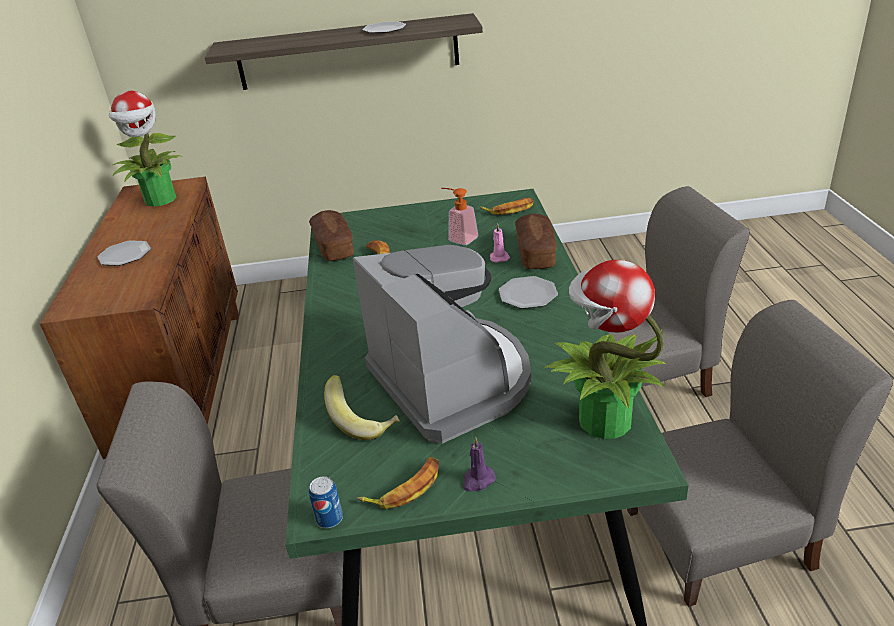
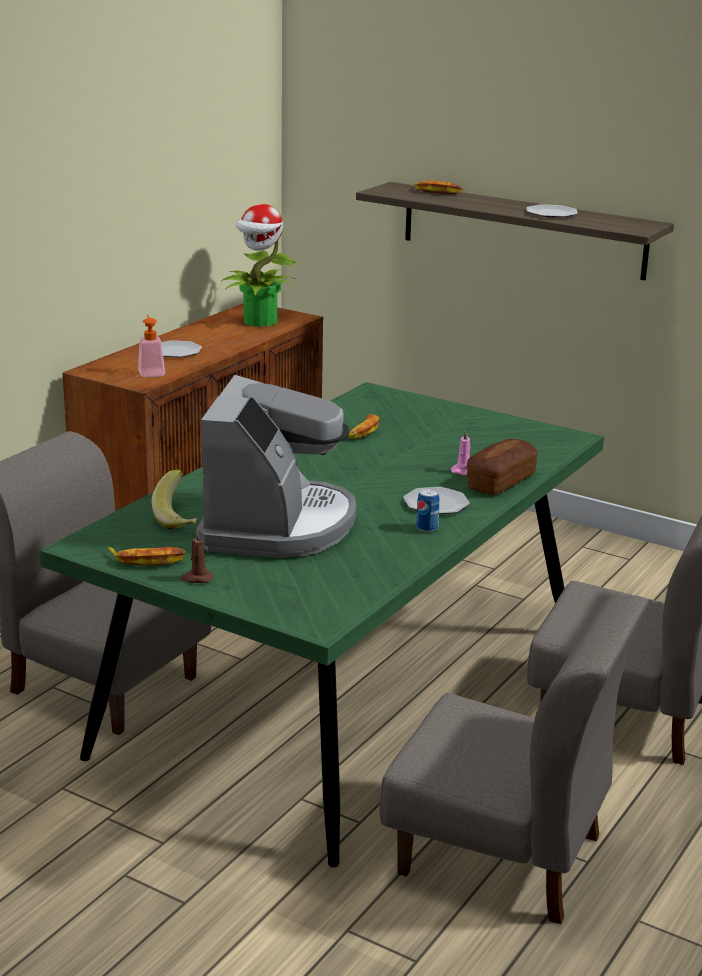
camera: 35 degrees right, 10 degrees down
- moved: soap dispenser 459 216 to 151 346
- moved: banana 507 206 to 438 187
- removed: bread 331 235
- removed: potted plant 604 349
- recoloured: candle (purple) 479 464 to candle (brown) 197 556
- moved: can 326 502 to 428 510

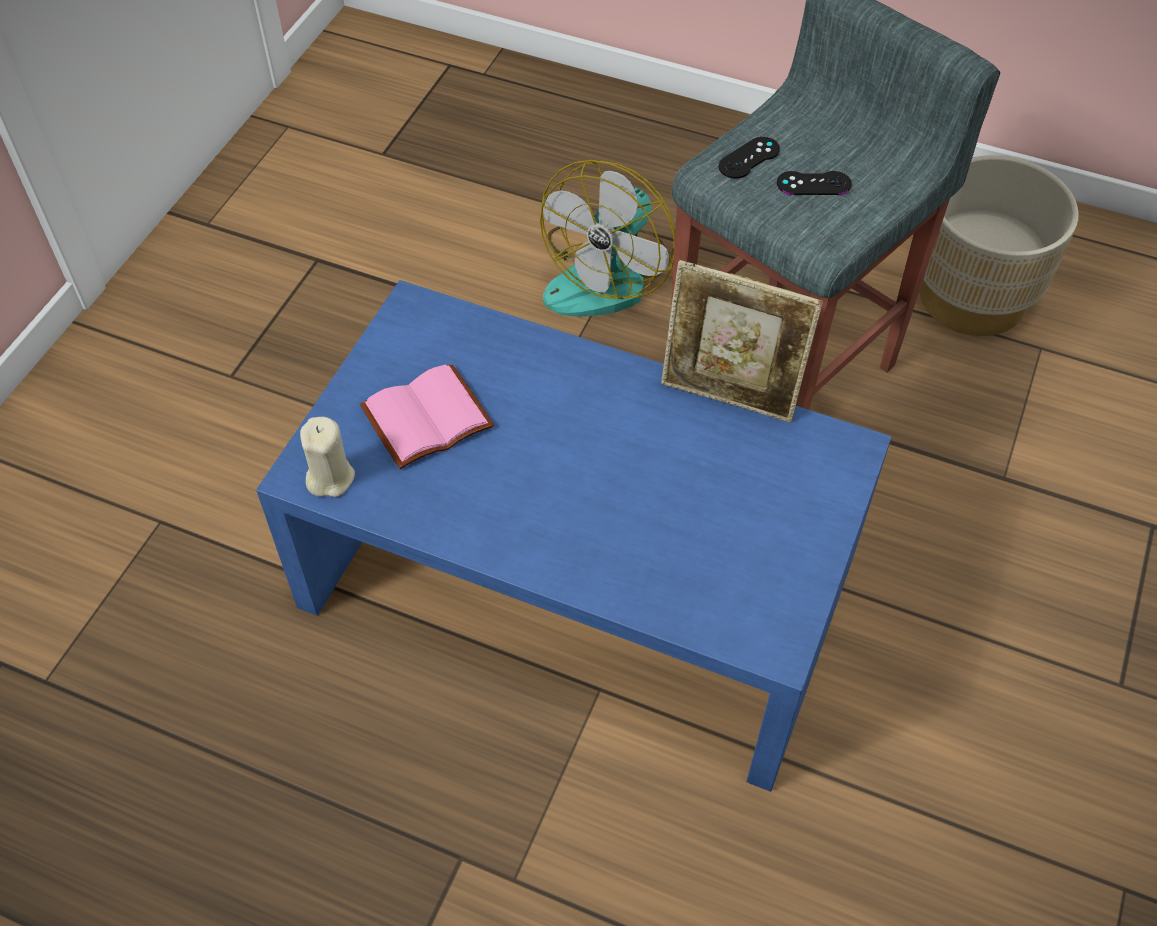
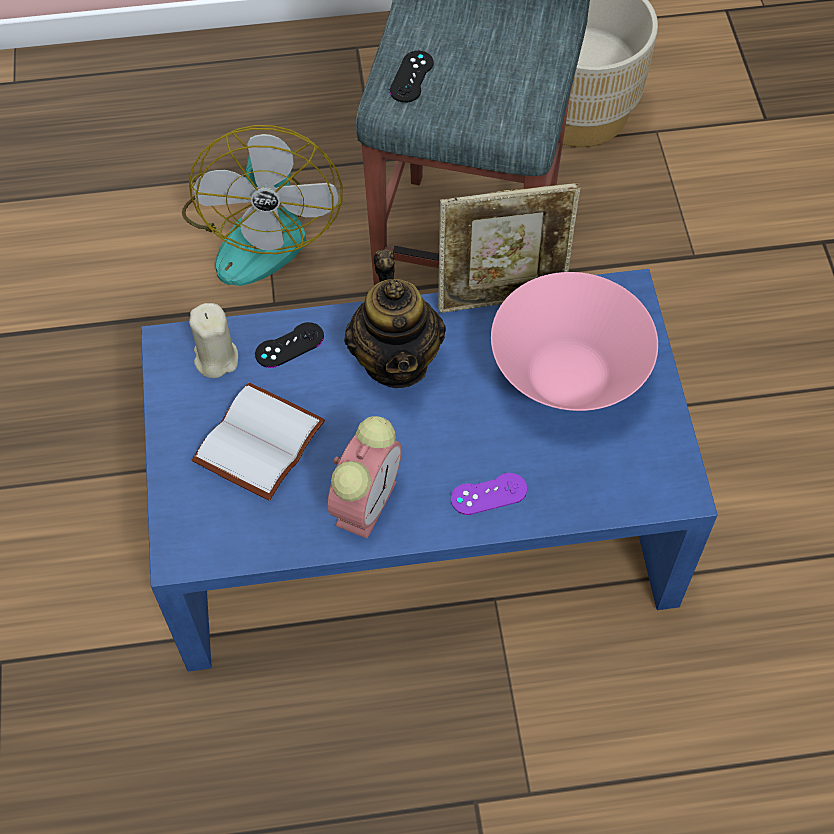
camera: 30 degrees left, 5 degrees up
- moved: game controller (black) 814 183 to 289 345
- recoloured: book (pink) 427 416 to book (white) 258 442
- moved: candle (beige) 327 457 to 213 340
- added: teapot 395 318
- added: bowl (pink) 574 341
- added: alarm clock 365 477
- added: game controller (purple) 489 494

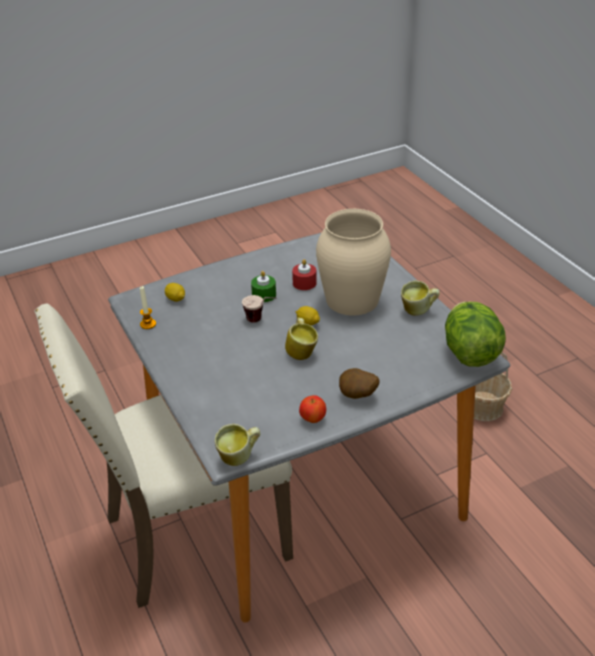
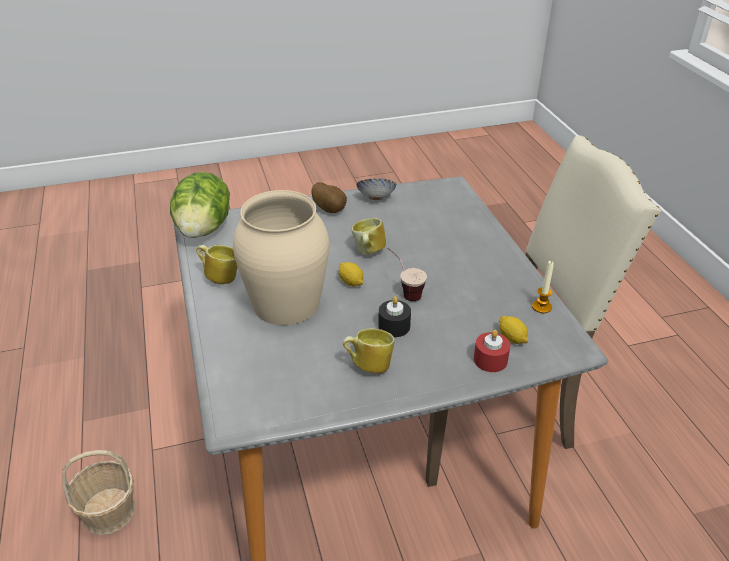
camera: 170 degrees left, 0 degrees up
- moved: candle (red) 304 274 to 492 351
- recoloured: candle (green) 263 286 to candle (black) 394 316
- replaced: apple 312 409 to bowl 376 189
- moved: mug 237 445 to 369 351

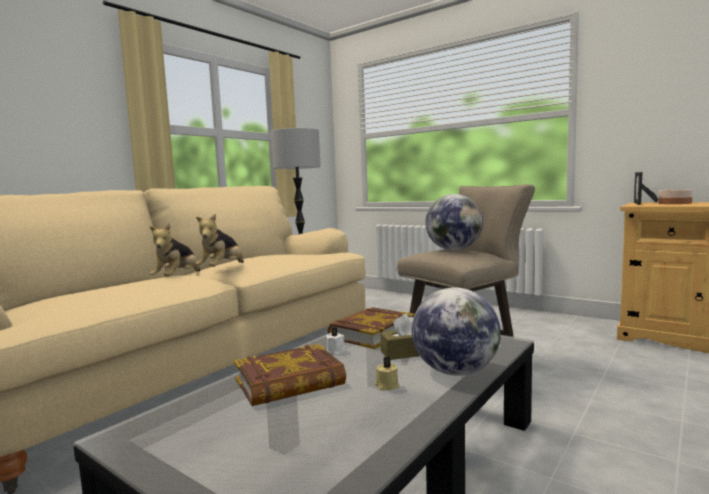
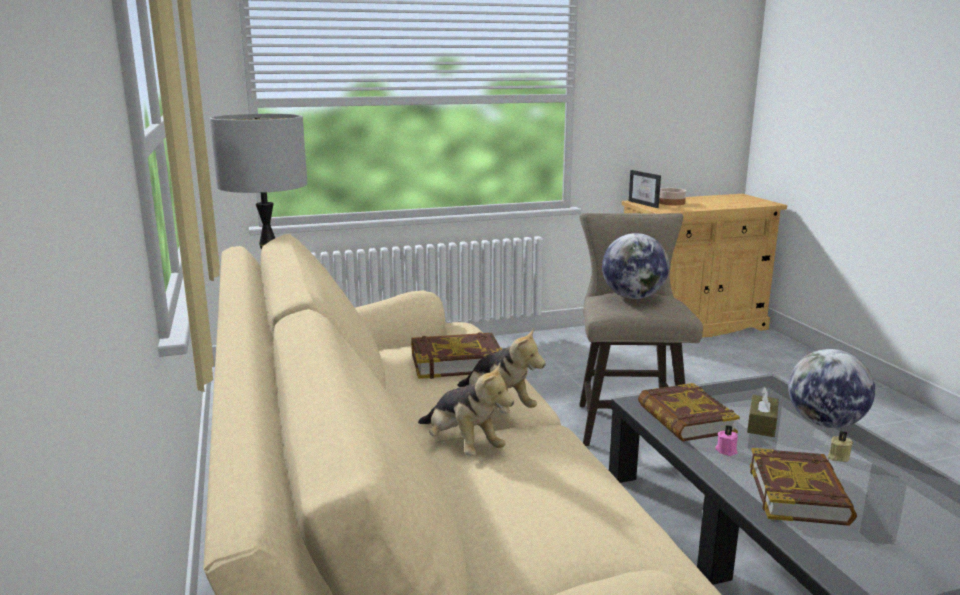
camera: 55 degrees left, 10 degrees up
- recoloured: candle (white) 336 341 to candle (pink) 726 440
- added: book 456 355

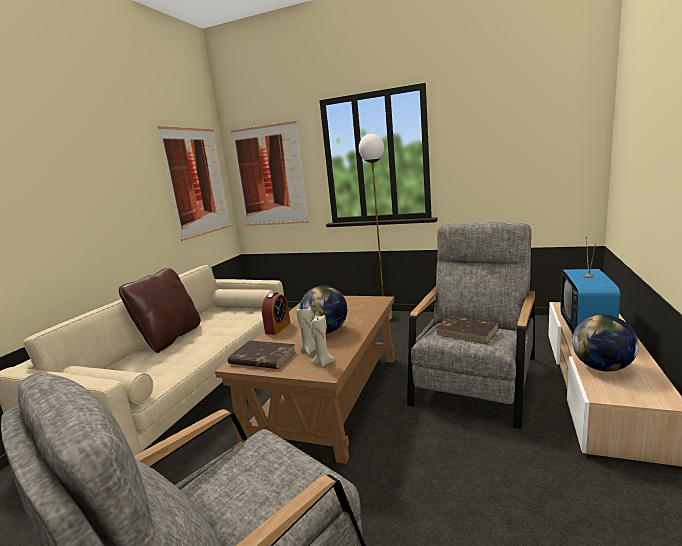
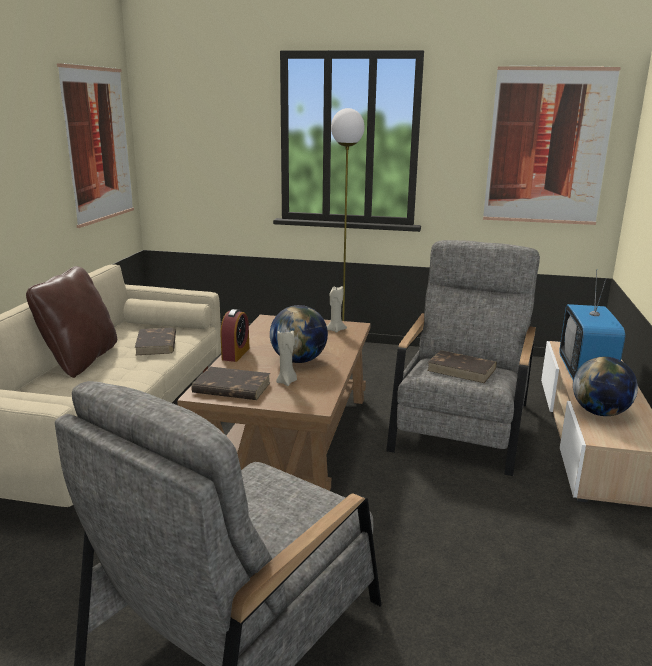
camera: 10 degrees left, 5 degrees up
- moved: picture 270 173 to 552 146
- moved: candle (beige) 323 341 to 337 309
- added: book (brown) 155 341

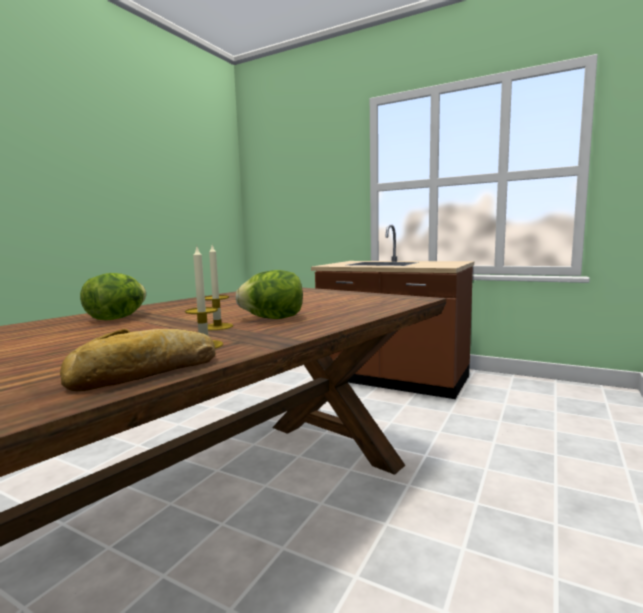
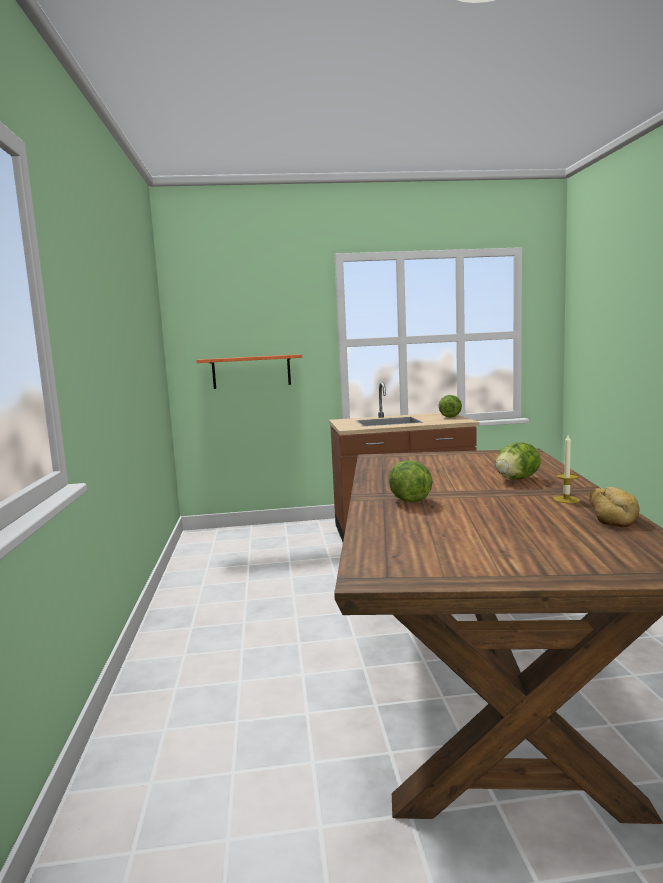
camera: 35 degrees left, 0 degrees up
- removed: candle 219 287
- added: shelf (orange) 249 371
- added: lettuce 450 406

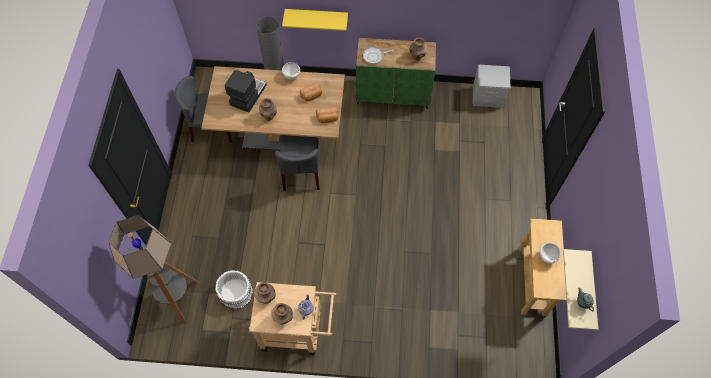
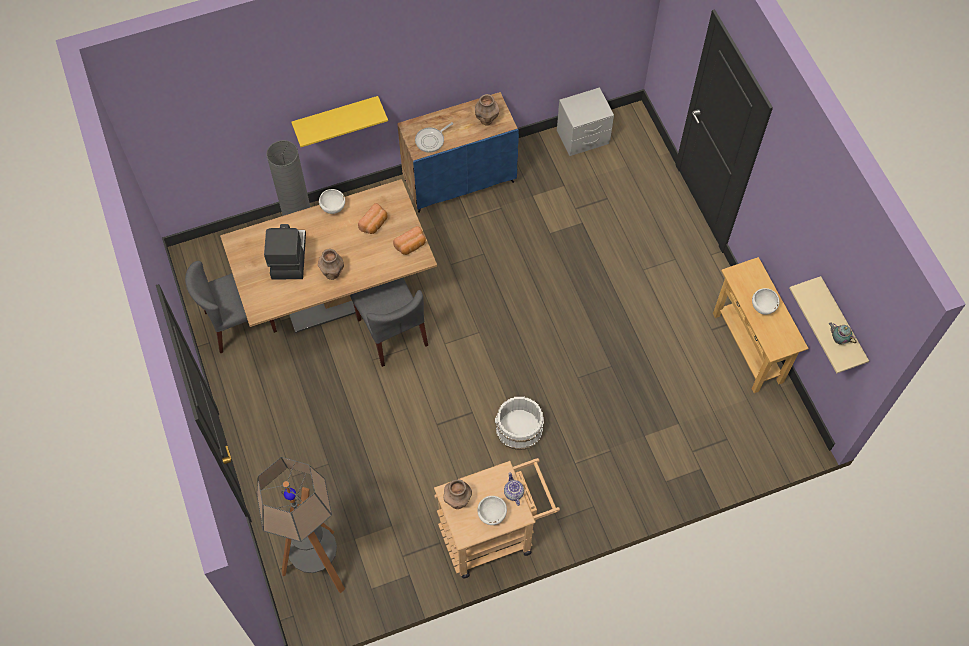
camera: 25 degrees left, 0 degrees up
- recoloured: cabinet (green) 396 73 to cabinet (blue) 458 152
- moved: bucket (white) 234 289 to 519 423
- replaced: vase (brown) 282 314 to bowl (white) 492 510

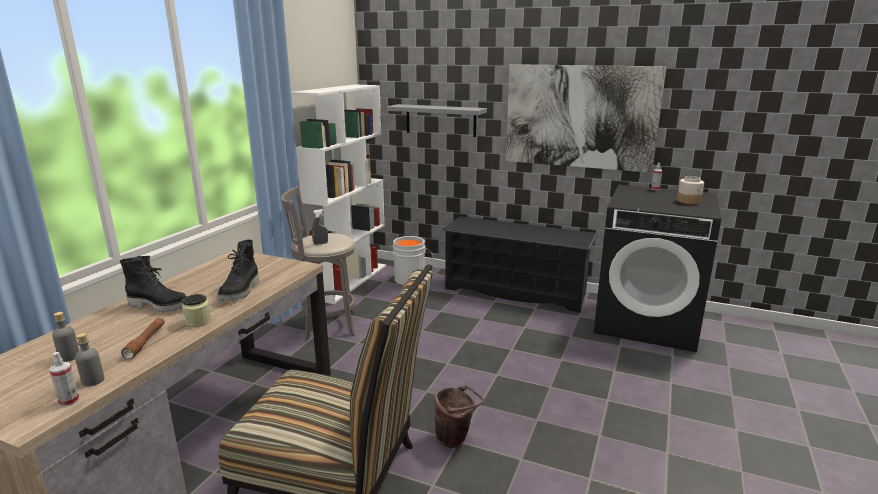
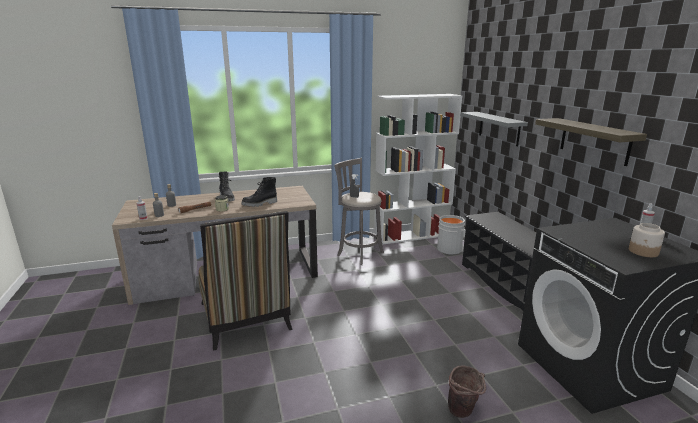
camera: 50 degrees right, 0 degrees up
- replaced: picture 586 118 to shelf 591 142
- moved: bucket (brown) 459 416 to 467 392

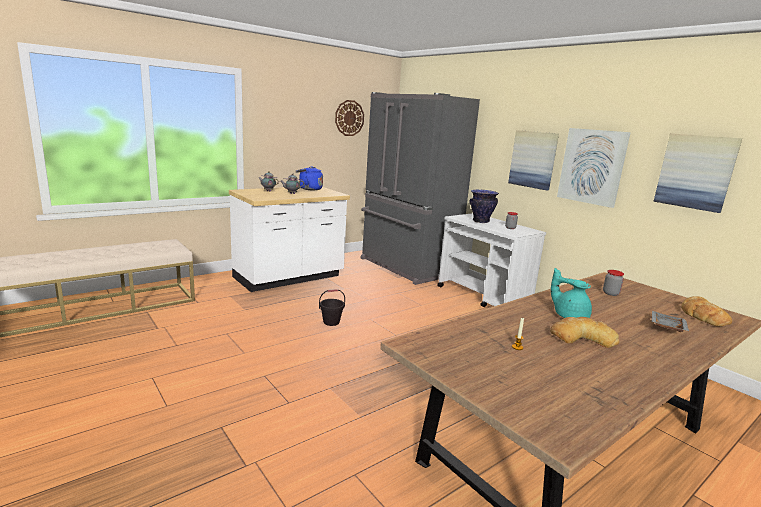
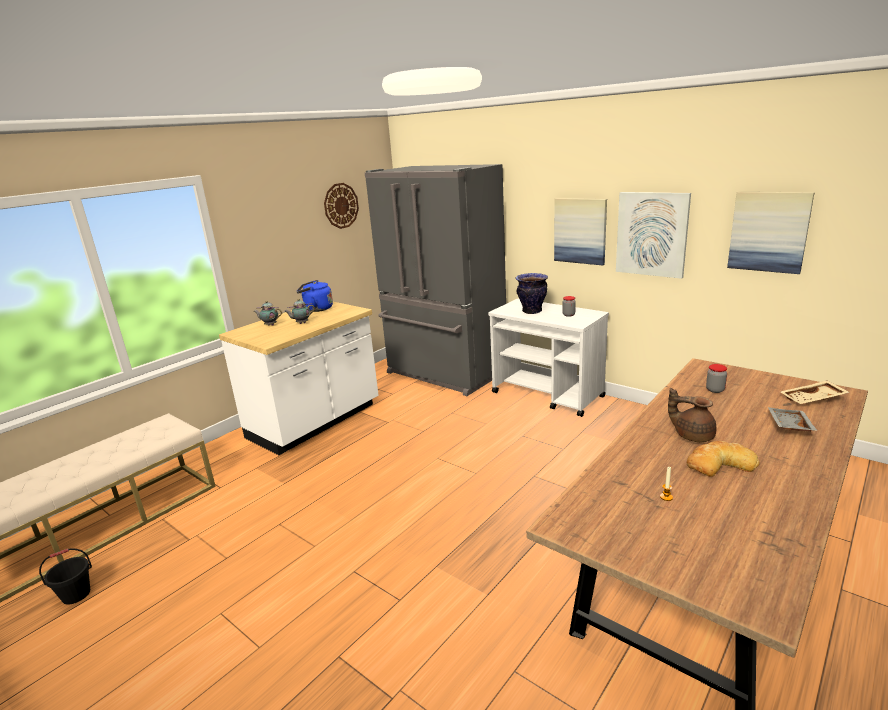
camera: 10 degrees left, 5 degrees up
- recoloured: teapot (turquoise) 571 293 to teapot (brown) 692 415
- moved: bucket (black) 332 307 to 65 576
- replaced: bread 706 311 to tray (beige) 815 392

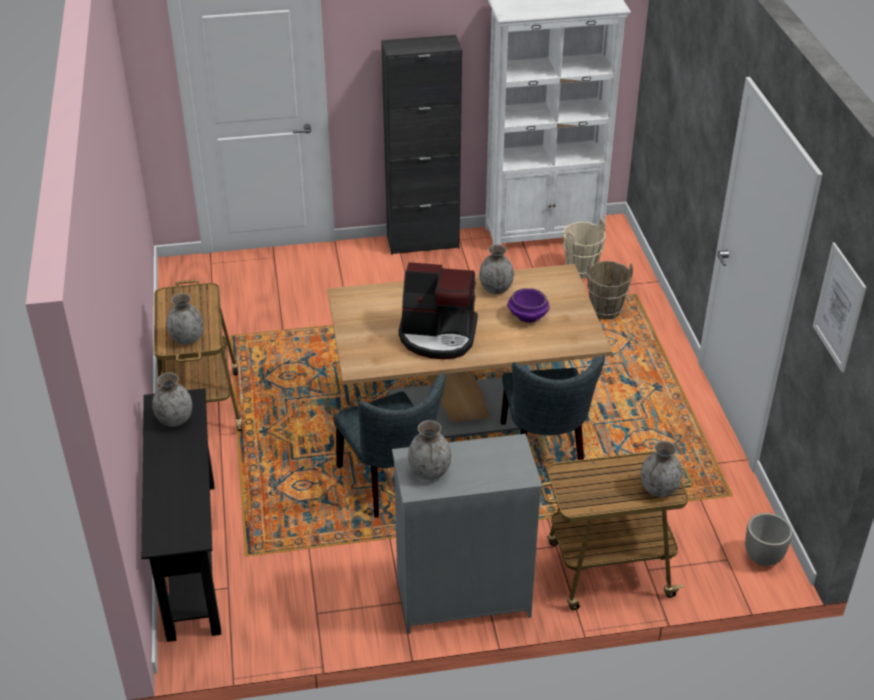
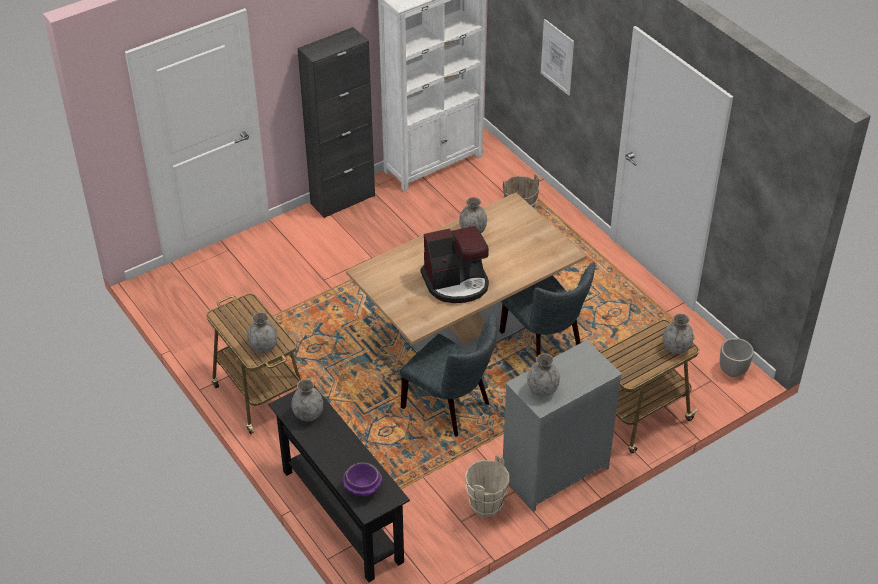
camera: 25 degrees left, 5 degrees up
- moved: bucket (beige) 584 249 to 487 486
- moved: picture 839 307 to 557 57
- moved: bowl (purple) 528 305 to 362 479

